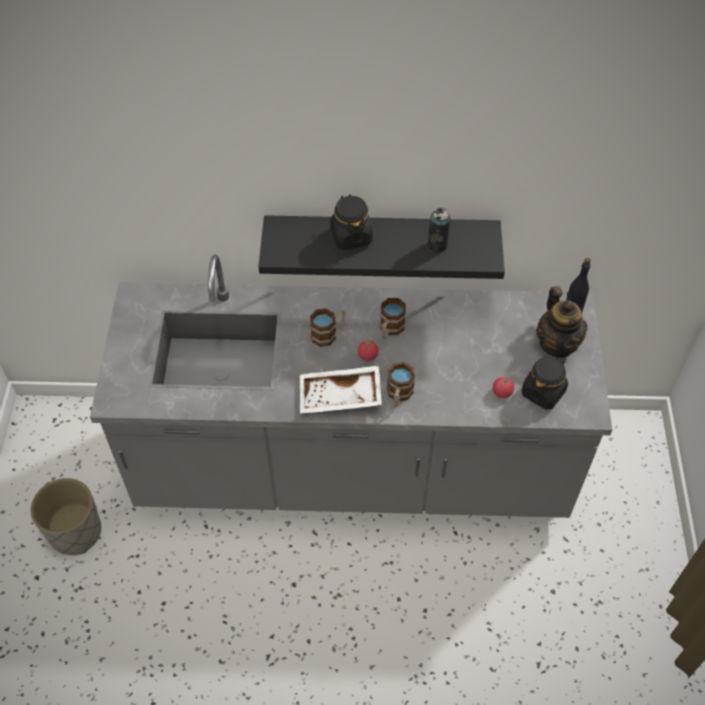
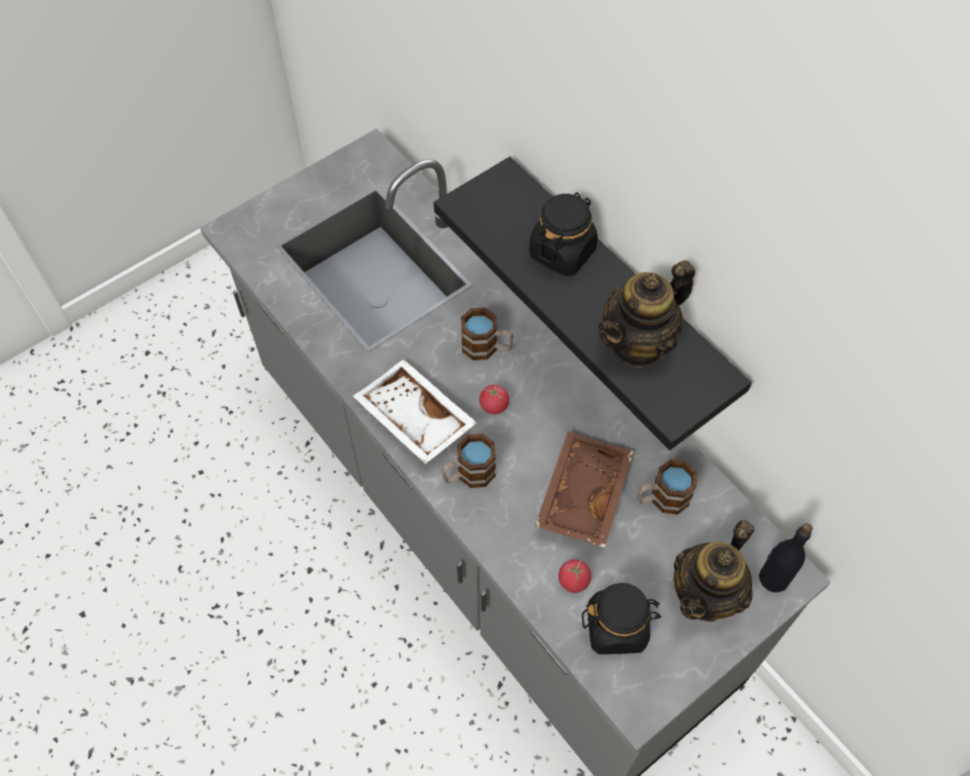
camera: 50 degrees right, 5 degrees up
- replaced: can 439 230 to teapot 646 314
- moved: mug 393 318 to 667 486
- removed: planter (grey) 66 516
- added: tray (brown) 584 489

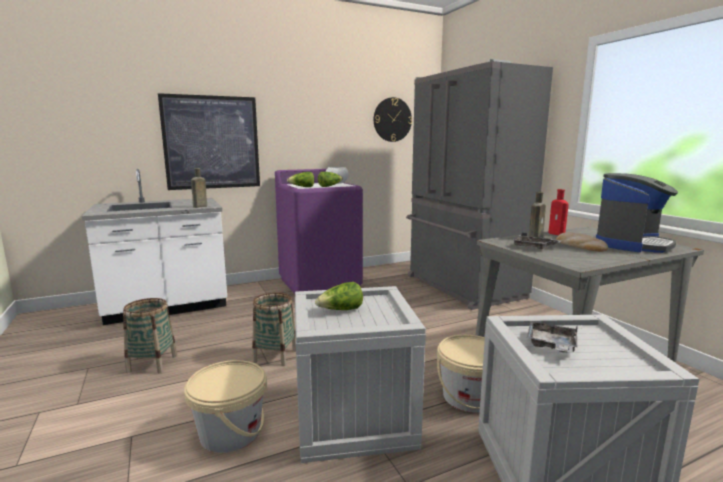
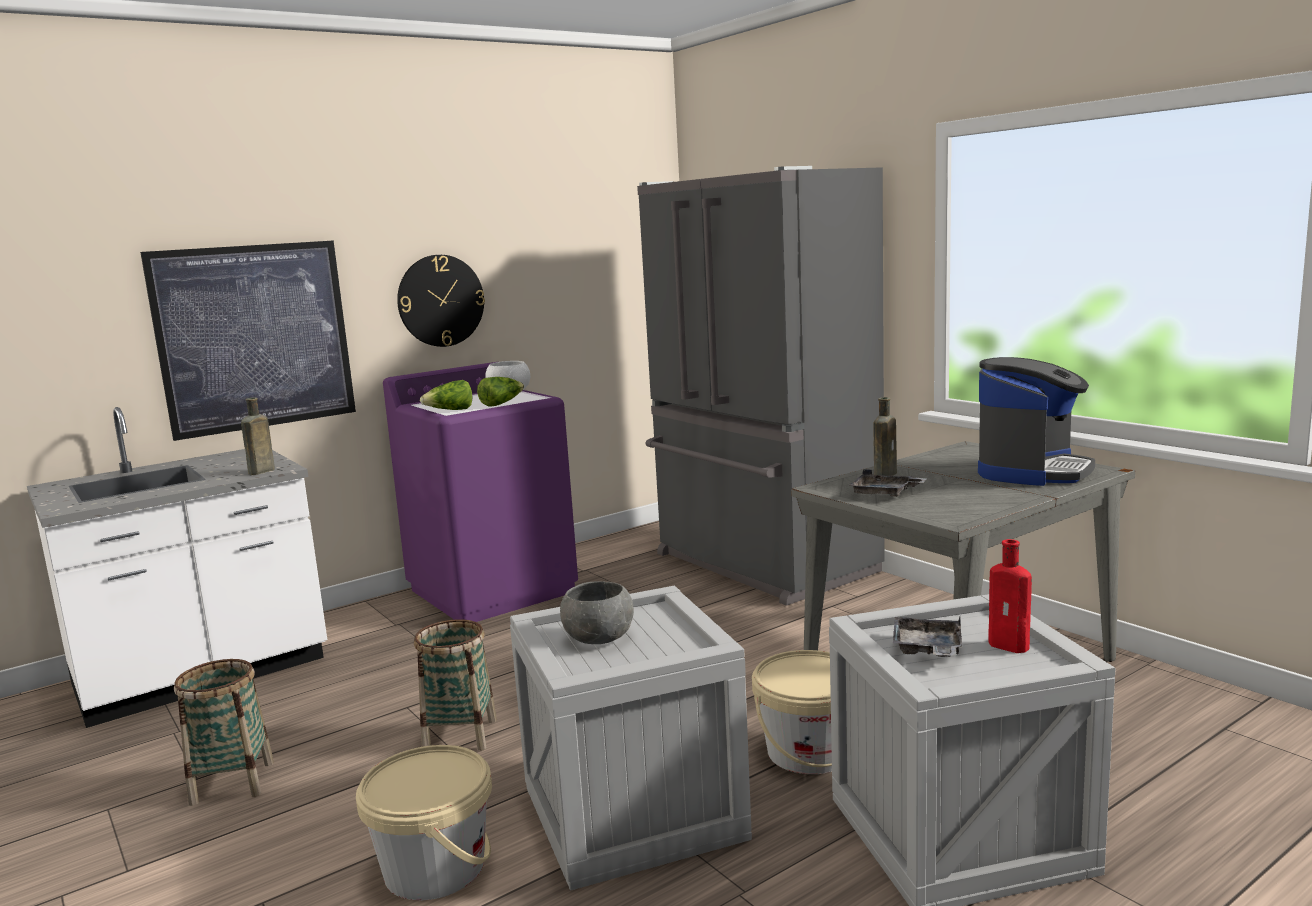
camera: 10 degrees left, 0 degrees up
- moved: wall clock 393 119 to 441 301
- moved: bottle (red) 558 212 to 1010 596
- removed: bread 582 242
- replaced: lettuce 339 296 to bowl (grey) 597 612

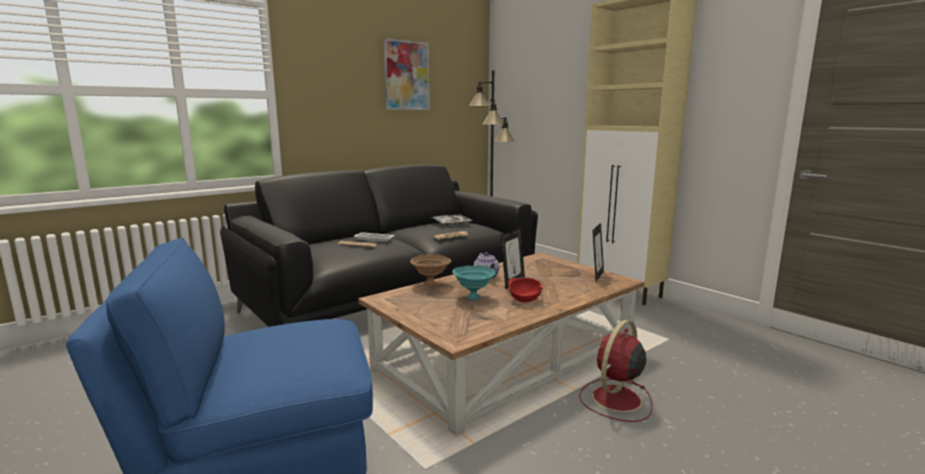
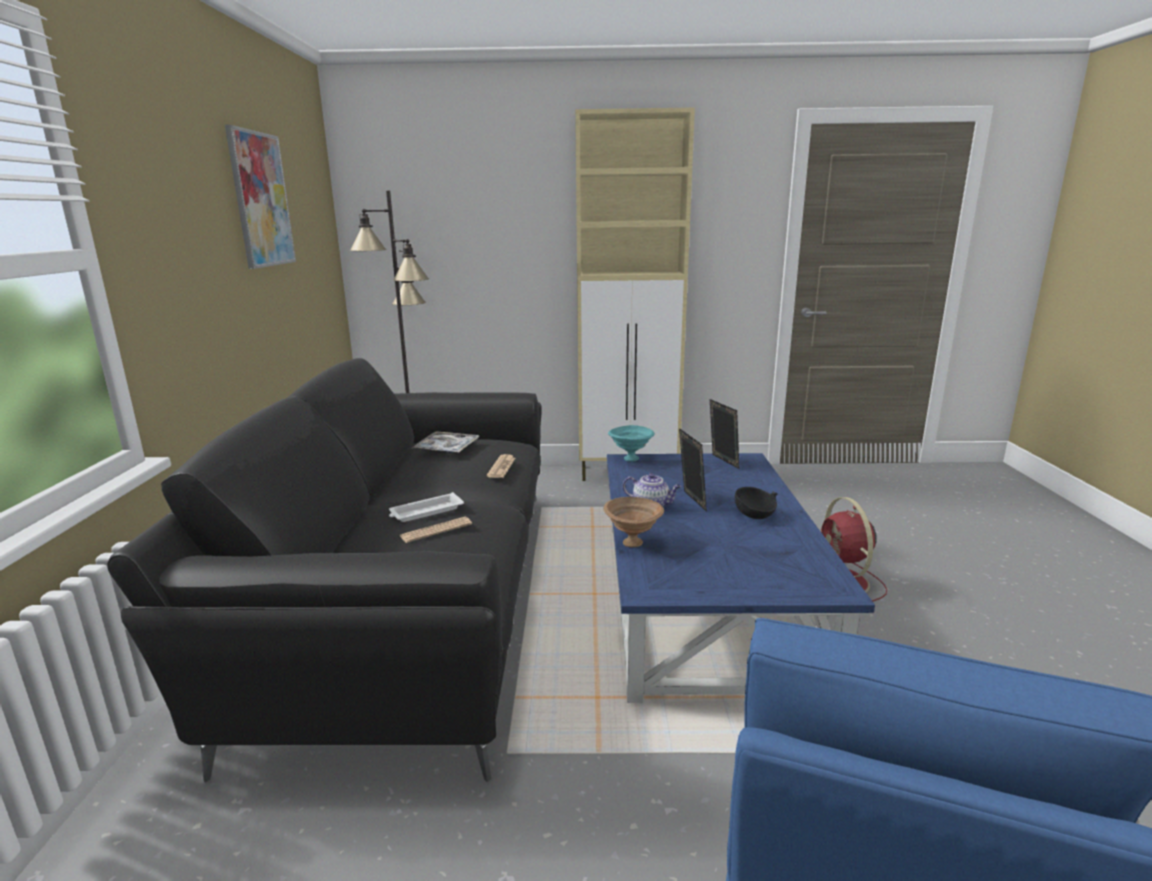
camera: 50 degrees left, 5 degrees up
- recoloured: coffee table (brown) 501 344 to coffee table (blue) 741 578
- moved: bowl (turquoise) 474 283 to 631 443
- recoloured: bowl (red) 525 290 to bowl (black) 756 503

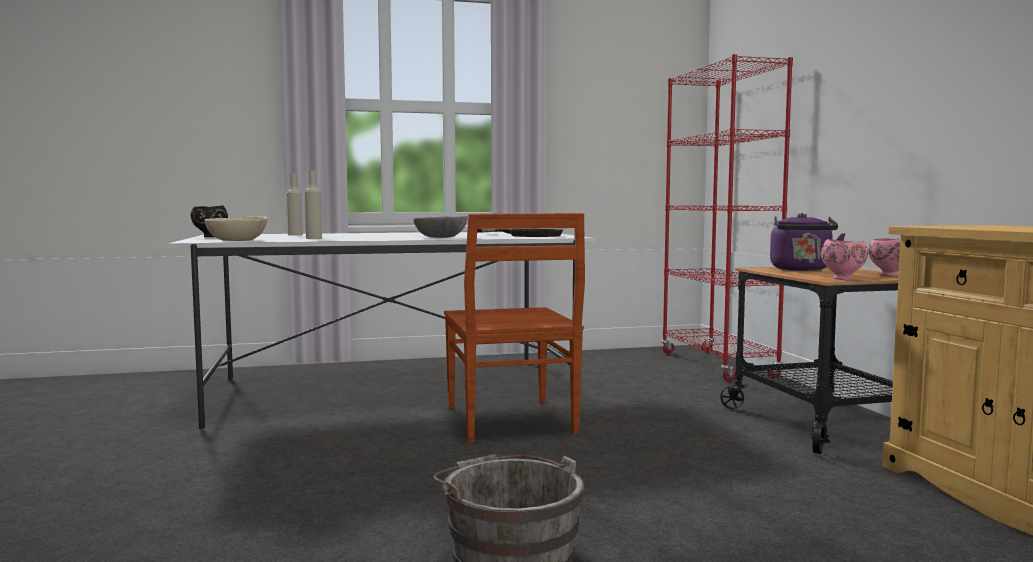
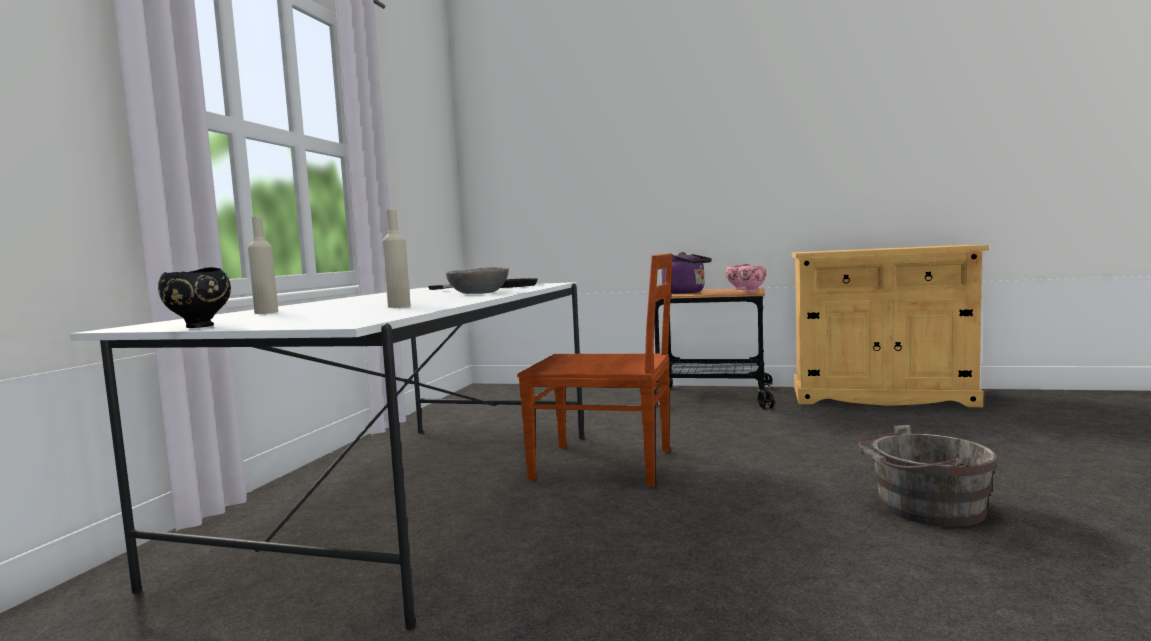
camera: 60 degrees left, 0 degrees up
- removed: bookcase (red) 727 217
- removed: bowl (beige) 236 228

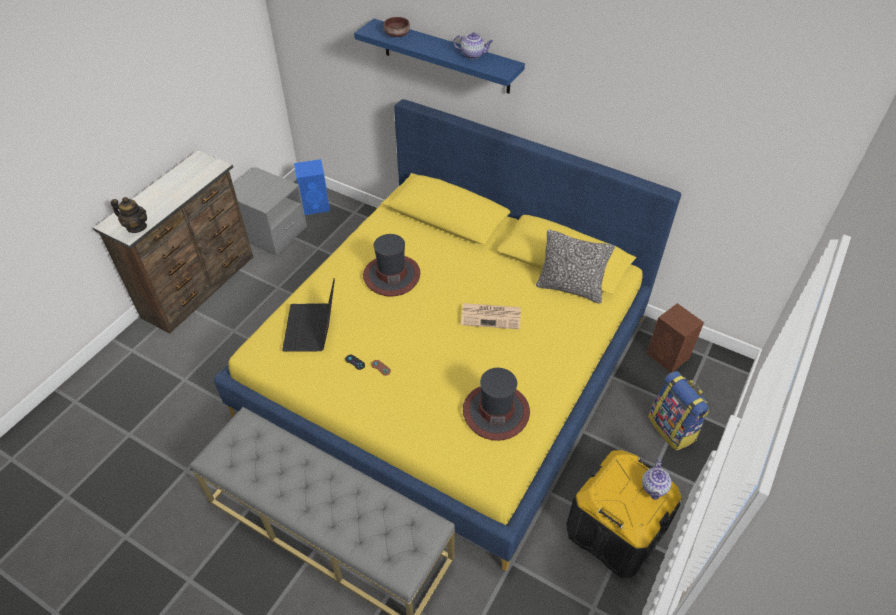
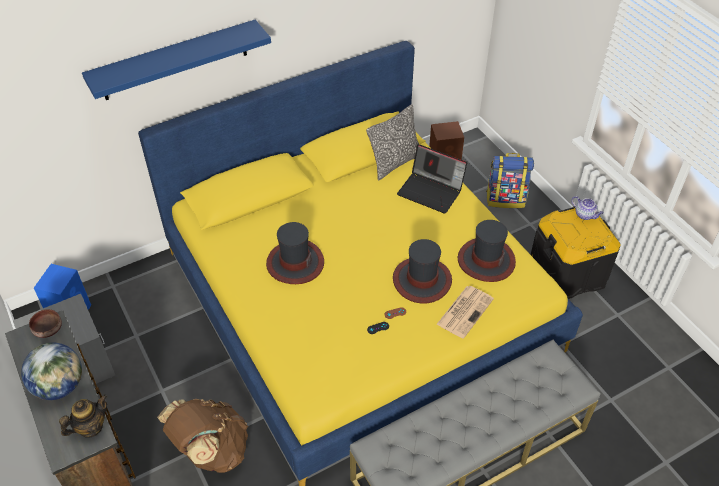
camera: 60 degrees left, 0 degrees up
- moved: bowl (brown) 397 27 to 45 323
- removed: teapot 473 45
- moved: laptop 308 315 to 432 179
- moved: newspaper 491 316 to 465 312
- added: hat 422 271
- added: globe 51 371
- added: backpack (brown) 202 436

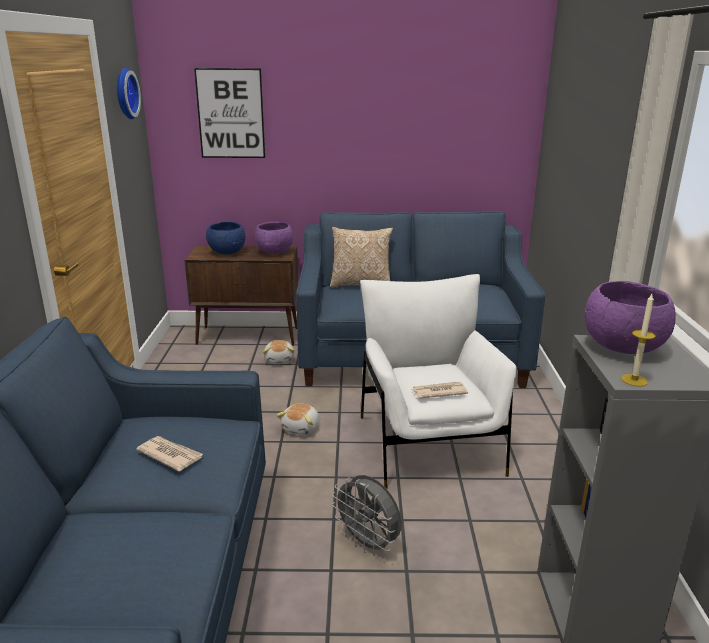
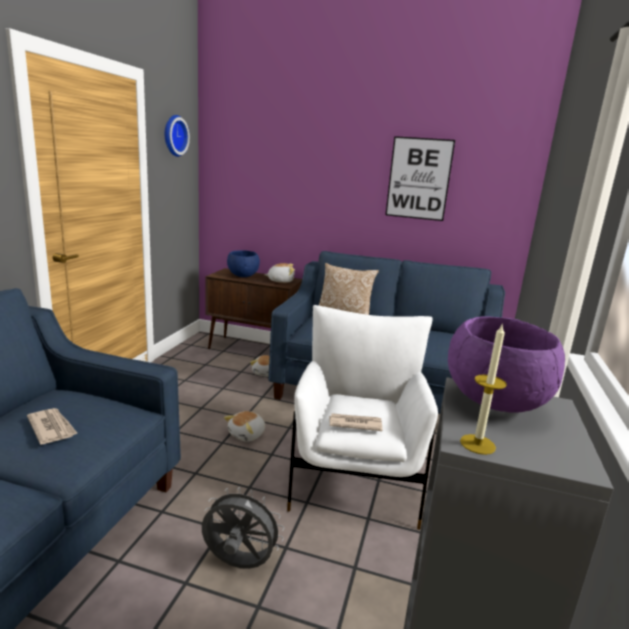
camera: 15 degrees right, 5 degrees down
- moved: picture 229 113 to 420 178
- replaced: bowl (purple) 274 238 to plush toy 280 273
- turned: fan (grey) 367 515 = 243 528 135 degrees clockwise

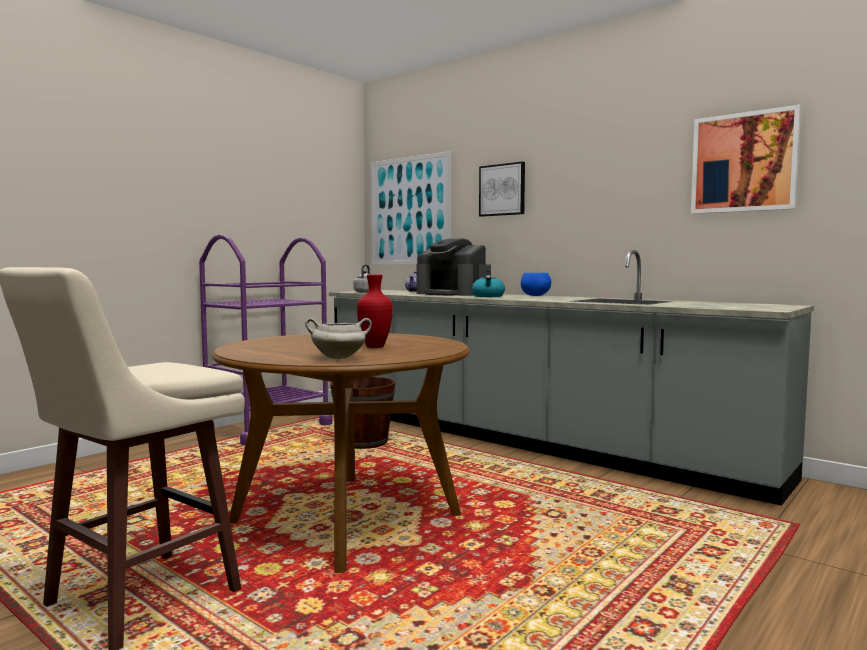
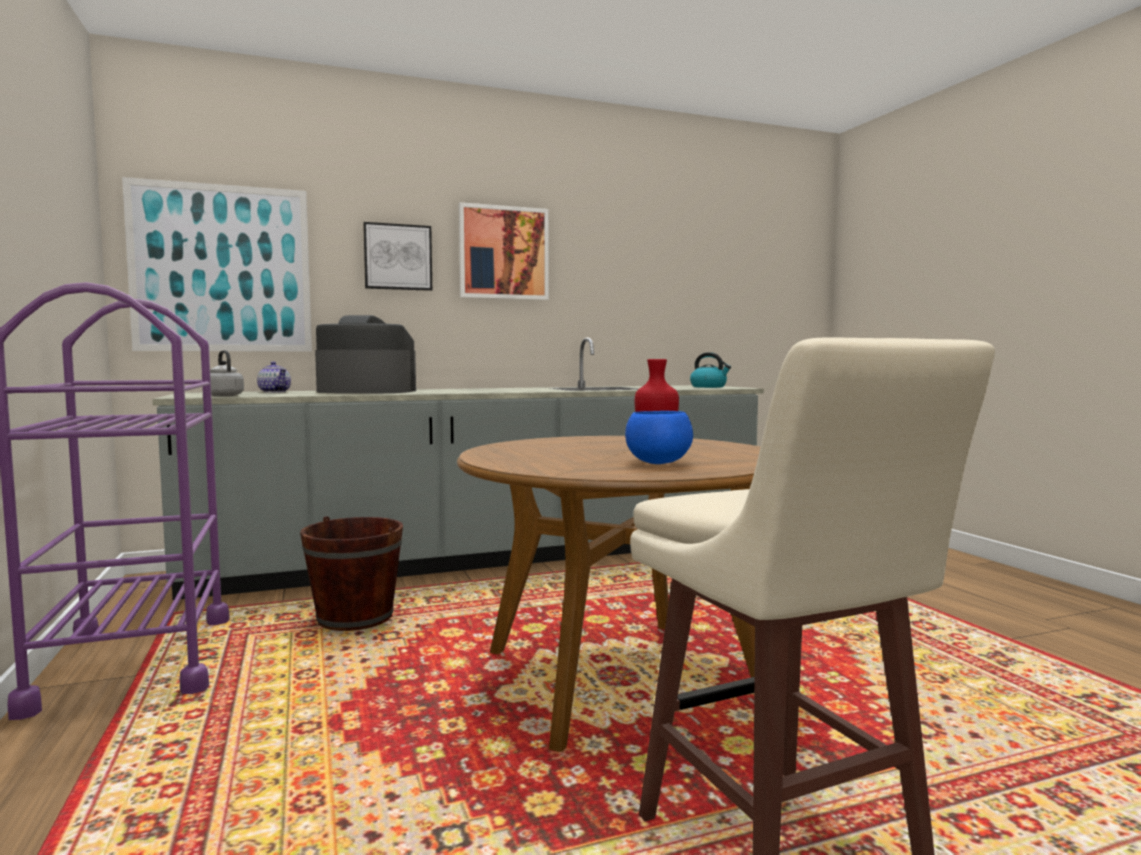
camera: 60 degrees left, 0 degrees up
- moved: picture 746 159 to 504 251
- turned: coffee machine 451 267 = 365 354 150 degrees counterclockwise
- moved: kettle 488 281 to 710 370
- moved: bowl (blue) 536 284 to 659 437
- removed: cooking pot (white) 338 338

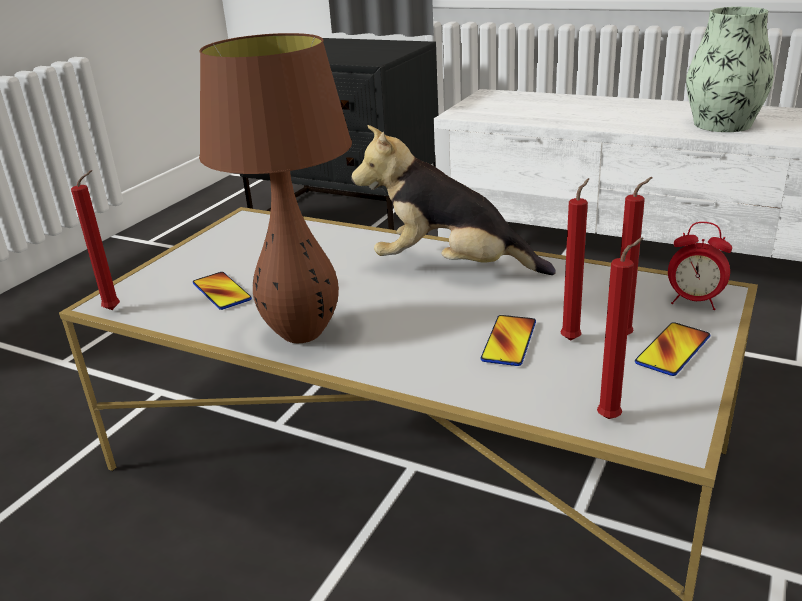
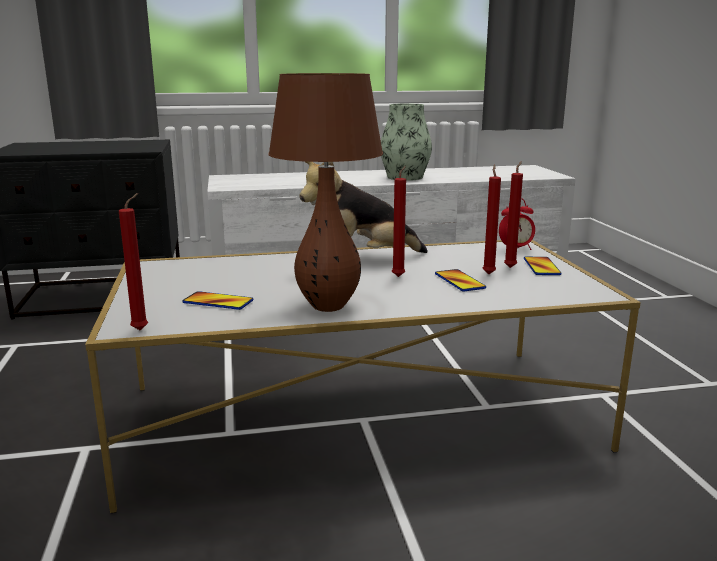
camera: 40 degrees left, 10 degrees down
- moved: candle (red) 620 328 to 399 221

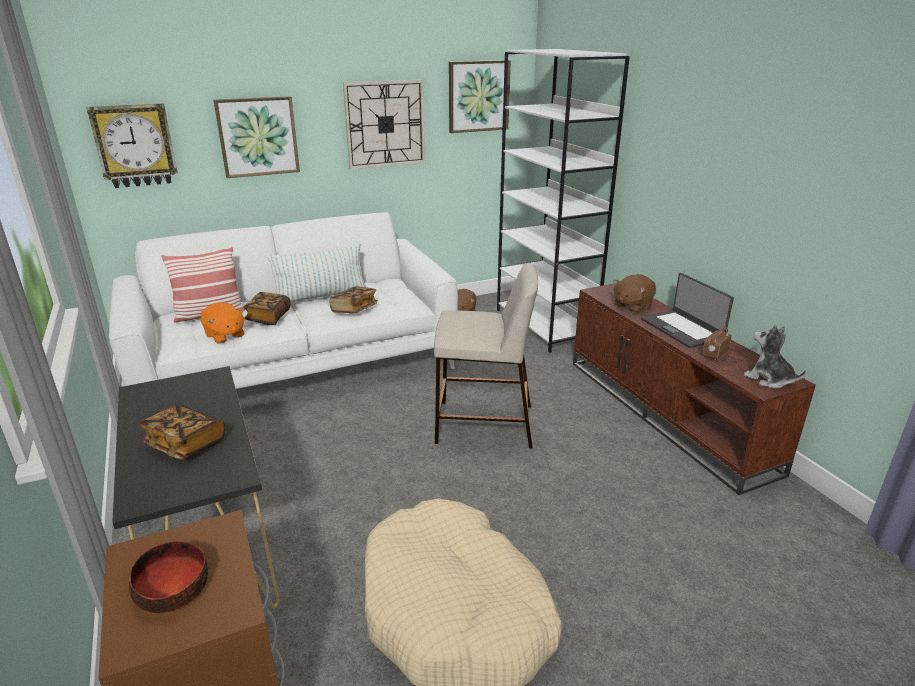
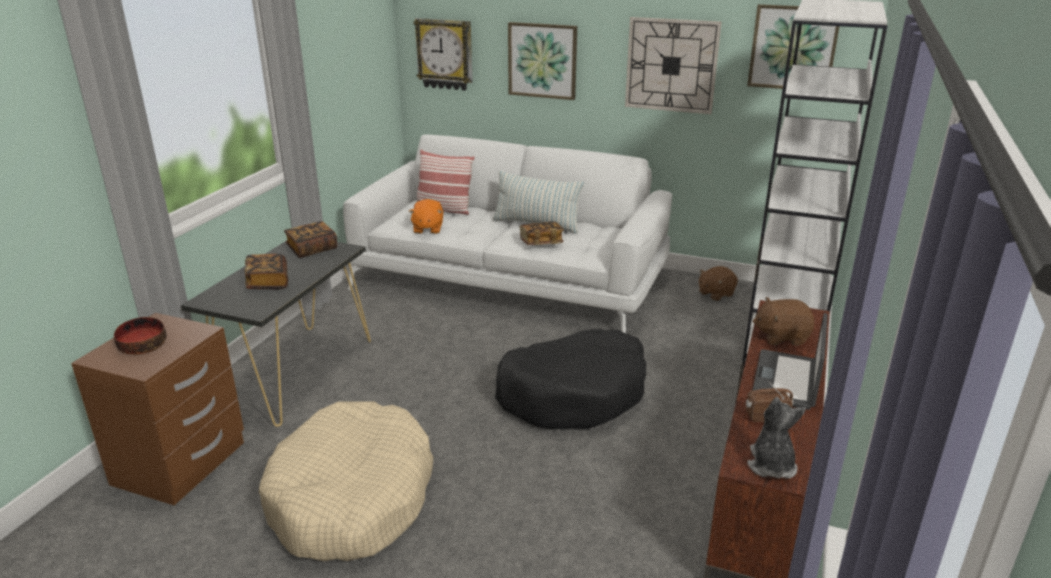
camera: 45 degrees right, 0 degrees up
- replaced: stool (beige) 486 356 to dog bed (black) 570 379
- moved: book 267 308 to 310 239

